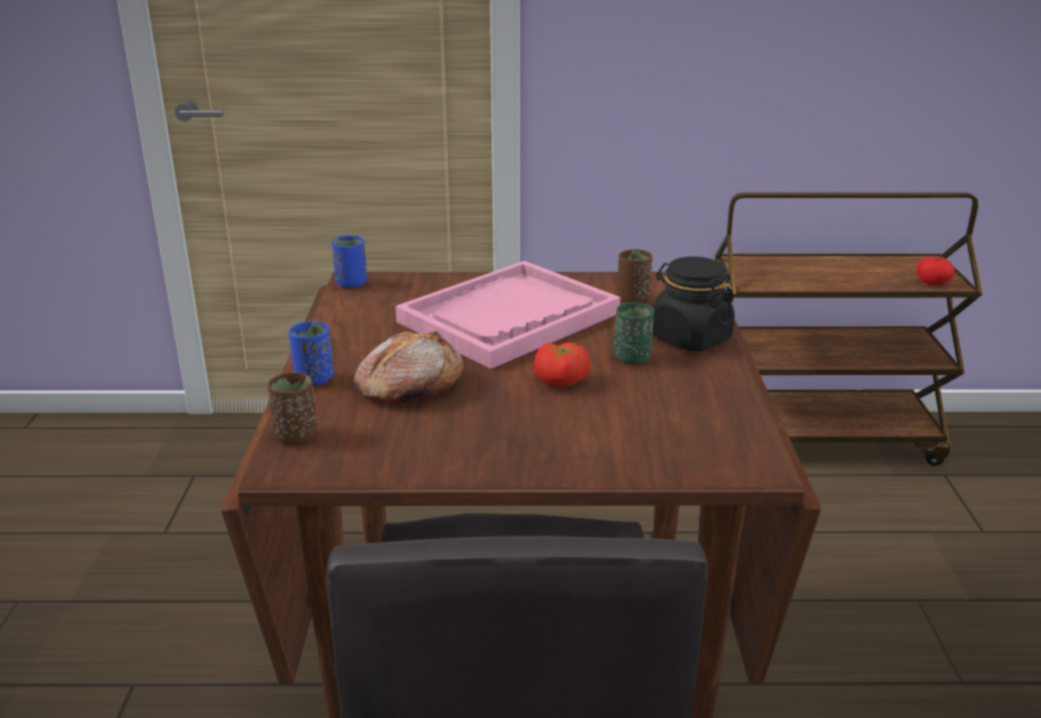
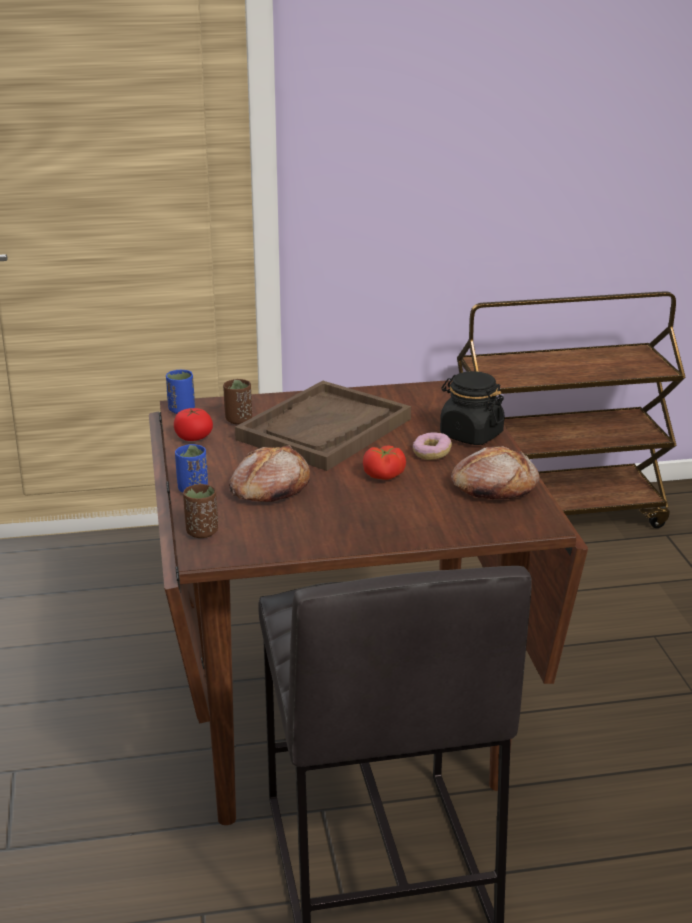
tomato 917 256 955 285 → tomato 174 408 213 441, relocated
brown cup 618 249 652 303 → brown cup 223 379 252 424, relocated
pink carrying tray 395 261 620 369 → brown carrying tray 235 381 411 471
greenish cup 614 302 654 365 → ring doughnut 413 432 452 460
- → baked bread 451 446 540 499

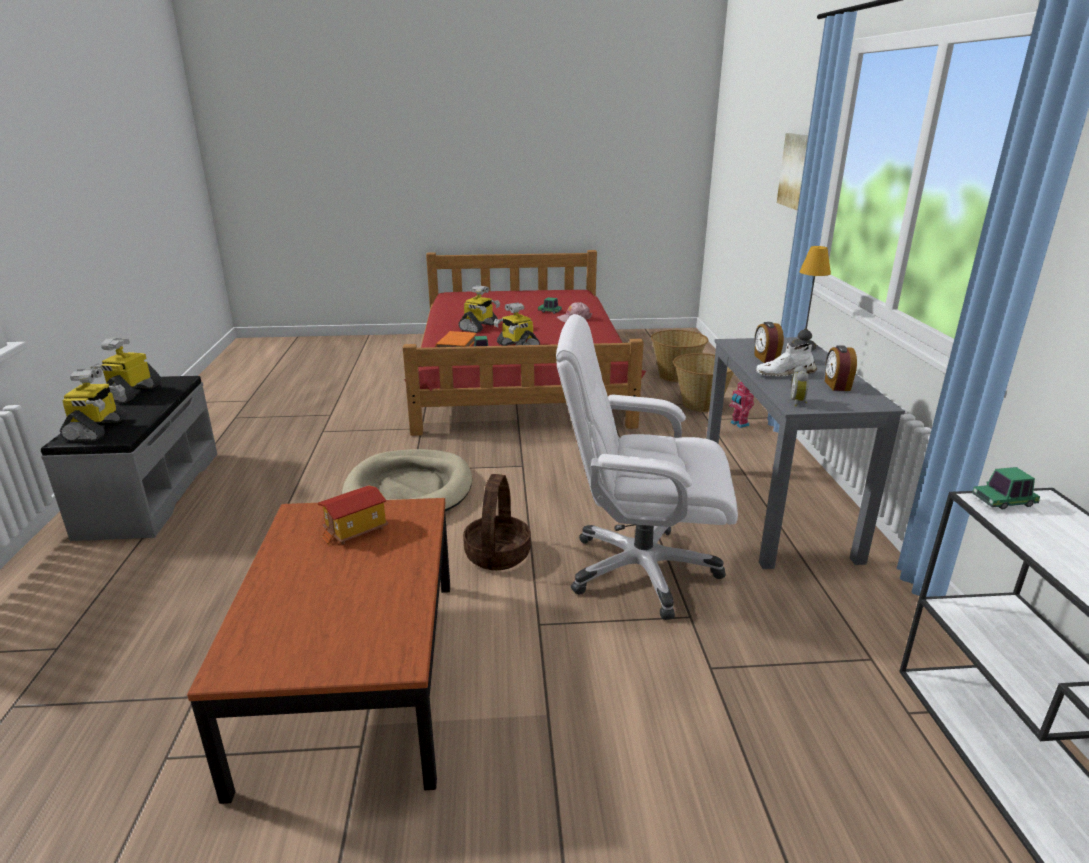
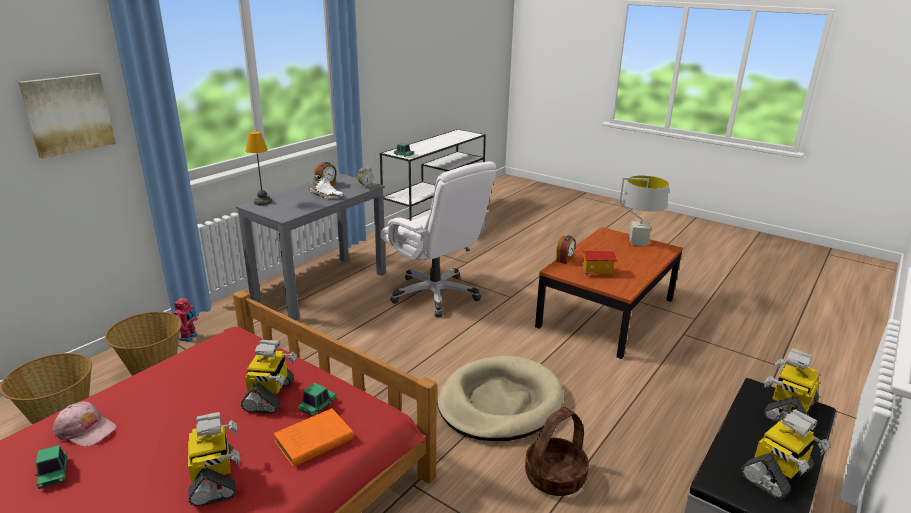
robot figure 459 285 500 333 → robot figure 188 412 240 507, 90 degrees clockwise
storage basket 463 474 531 570 → storage basket 525 407 589 496, relocated
alarm clock 754 322 784 363 → alarm clock 556 235 576 264, relocated
- → greyish tabletop lamp 619 175 669 246

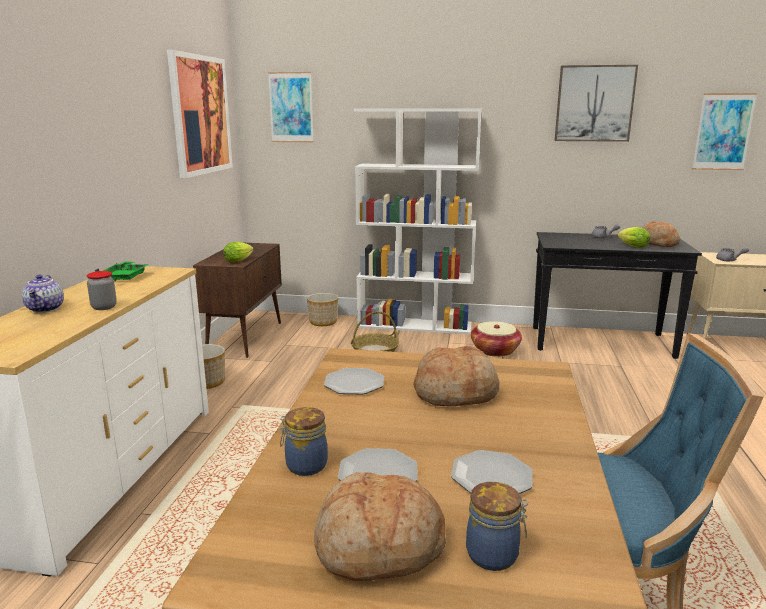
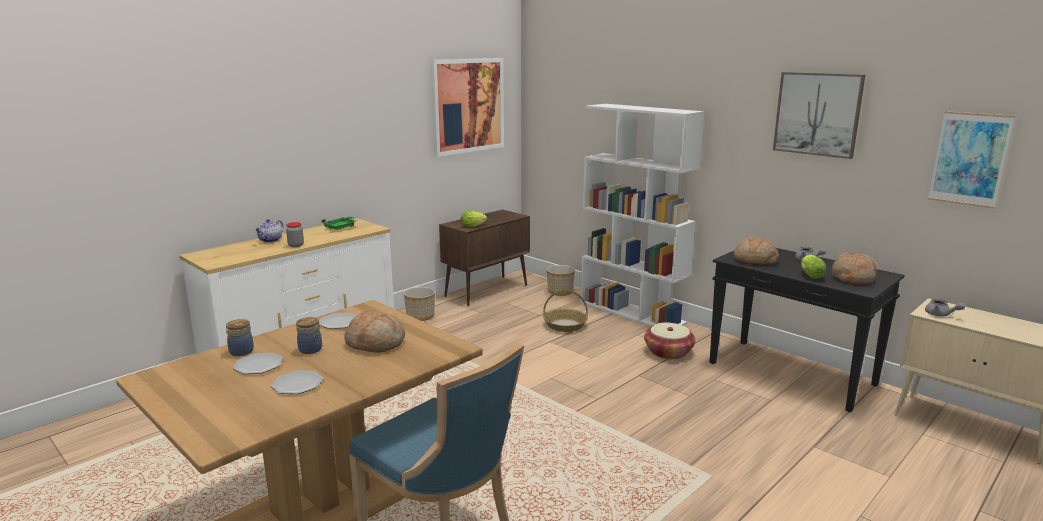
jar 466 482 528 571 → jar 296 317 322 354, relocated
baked bread 314 472 446 581 → baked bread 734 237 779 264, relocated
wall art 268 72 314 142 → -

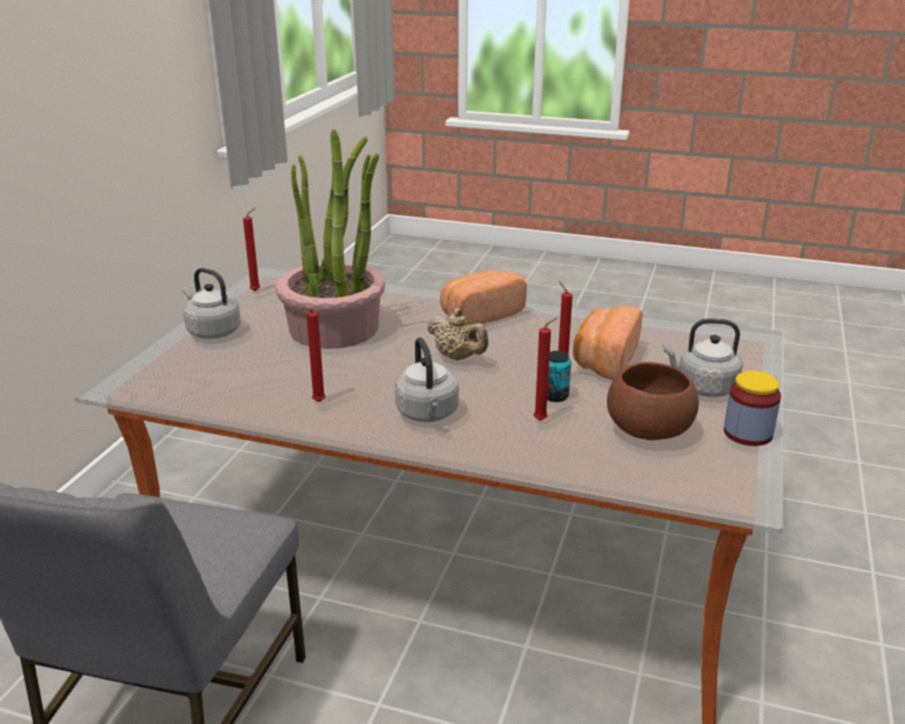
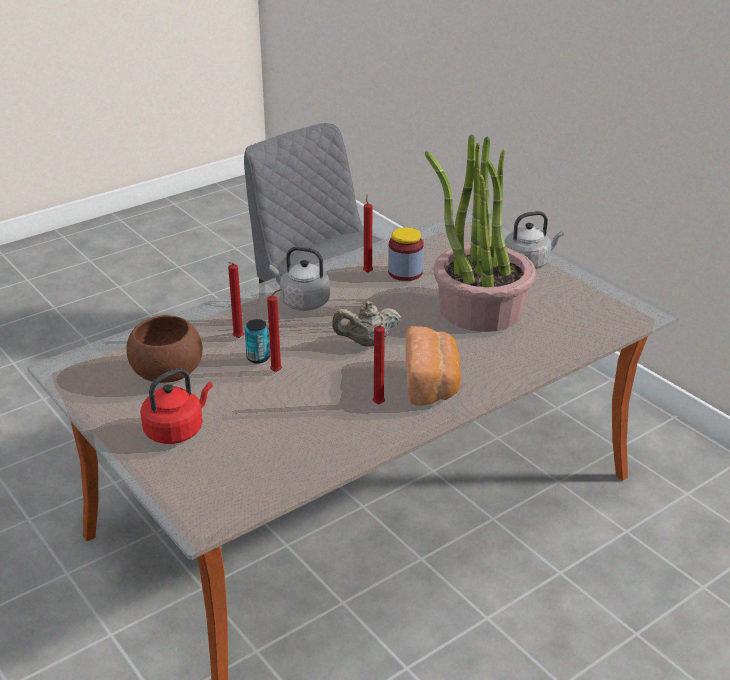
greyish water kettle 663 318 743 397 → red-coloured water kettle 140 368 213 444
red-coloured wax light 243 208 260 292 → red-coloured wax light 373 325 385 404, relocated
jar 724 371 781 446 → jar 388 227 424 281, relocated
baked bread 573 306 642 380 → -

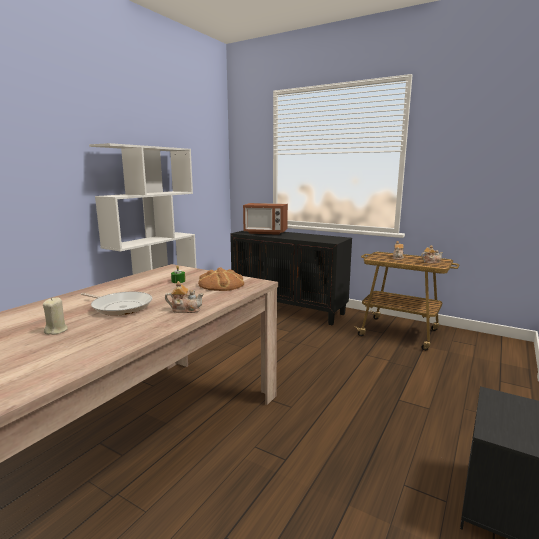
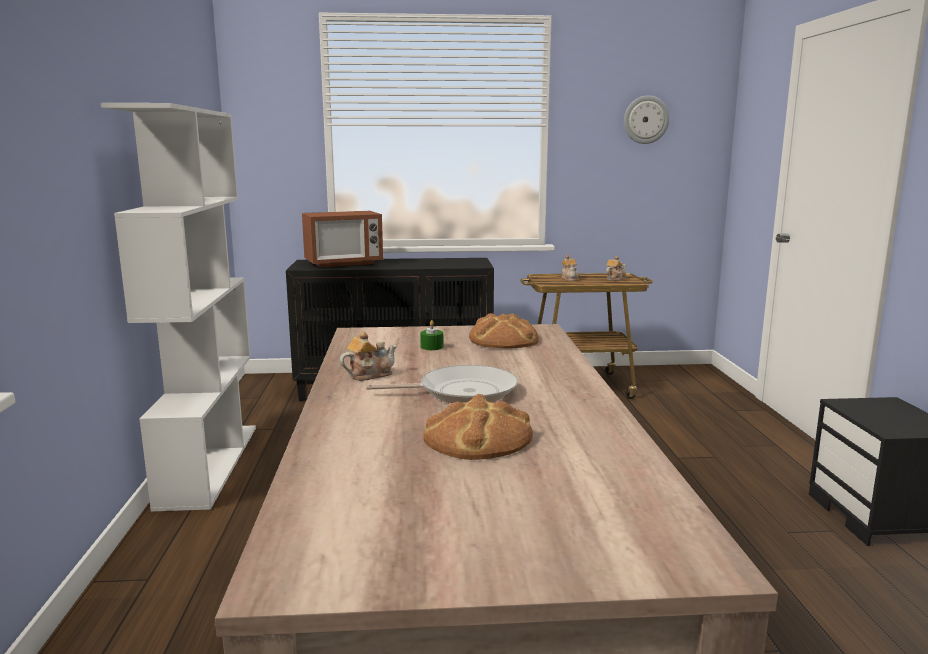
pot for tea 165 281 204 313 → pot for tea 340 331 397 381, relocated
beige-coloured wax light 43 298 68 335 → baked bread 423 394 533 460
- → hanging clock 624 95 669 144

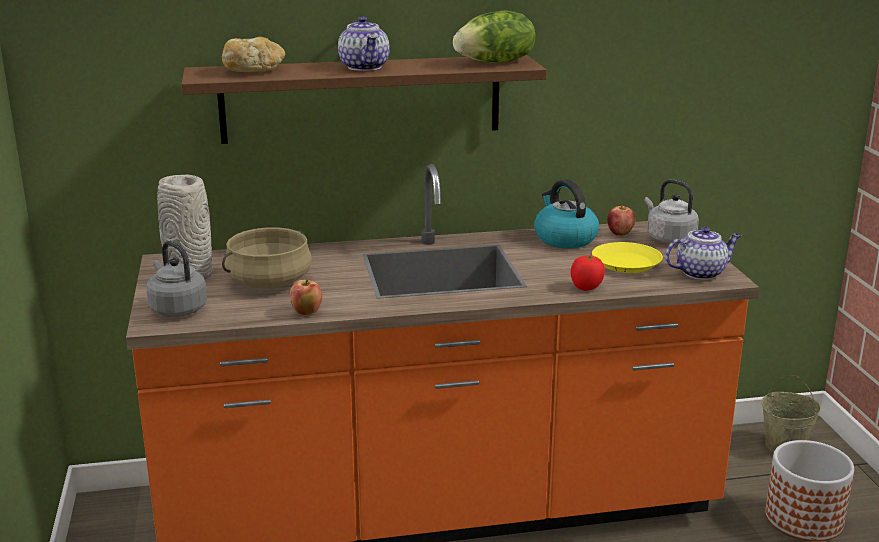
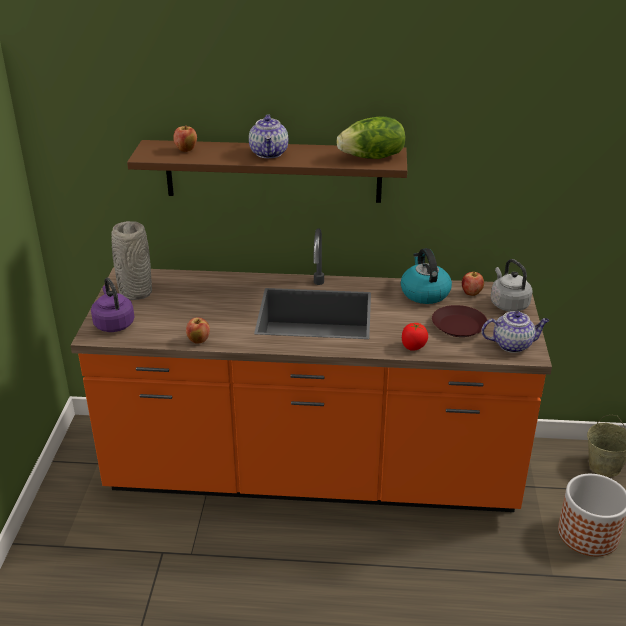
greyish water kettle 146 241 207 317 → purple-coloured water kettle 91 278 134 332
baked bread 222 37 285 72 → apple fruit 173 125 197 152
yellowish dinner plate 592 242 663 273 → brown dinner plate 432 305 487 337
beige-coloured stockpot 222 227 312 288 → -

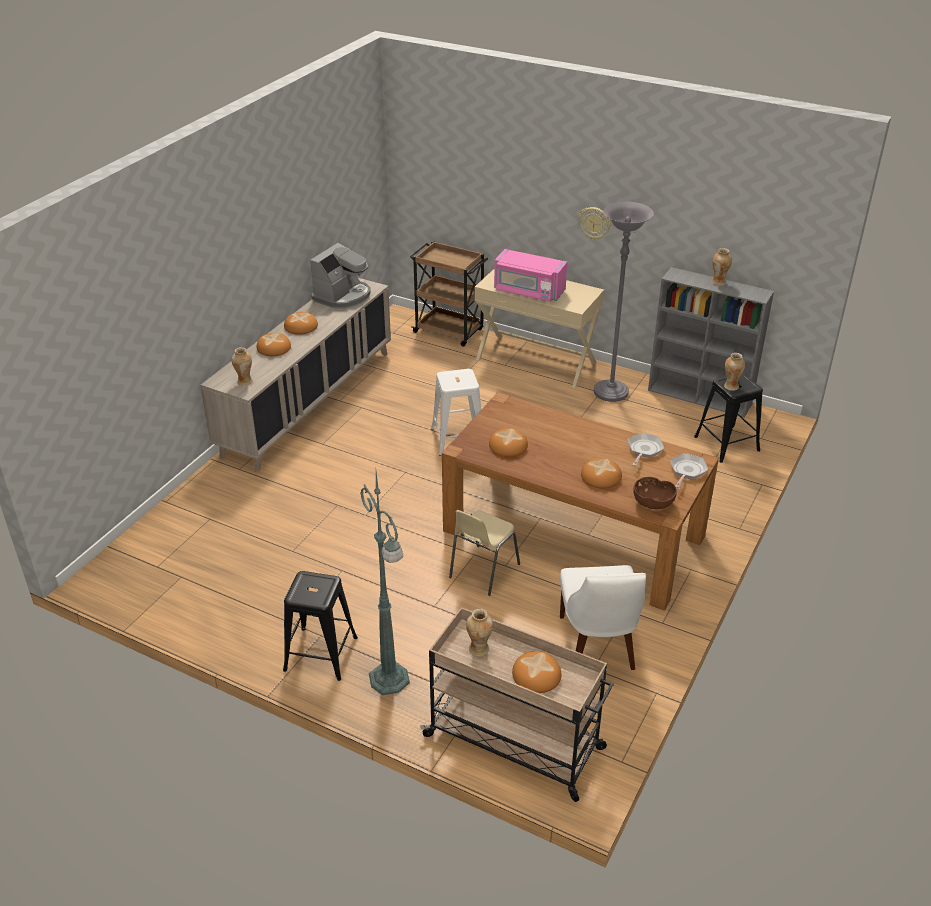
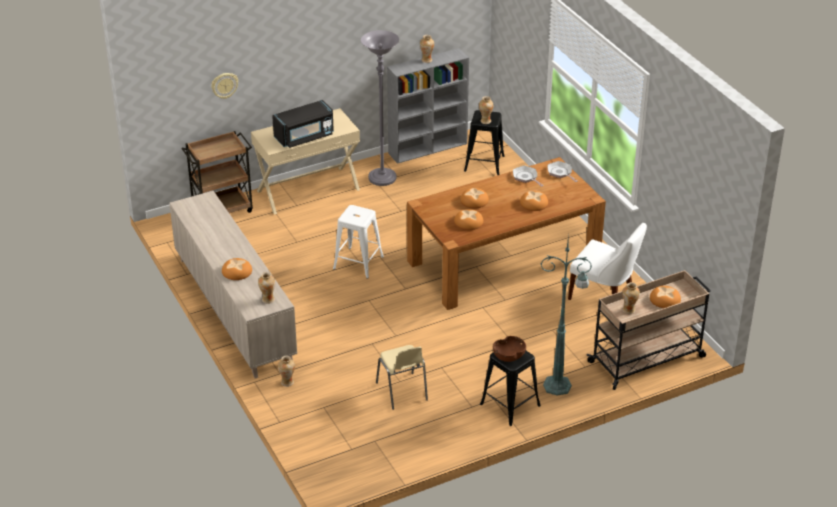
hanging clock 579 207 611 240 → hanging clock 211 73 238 99, relocated
pink kitchen microwave 494 249 567 302 → blackish kitchen microwave 272 100 334 148
- → decorative vase 278 356 295 387
beige-coloured plain chair 449 510 520 596 → beige-coloured plain chair 376 345 428 410, relocated
baked bread 284 312 318 335 → baked bread 460 188 489 209, relocated
brown bowl 633 477 677 509 → brown bowl 493 336 526 362, relocated
coffee brewer 310 243 371 309 → -

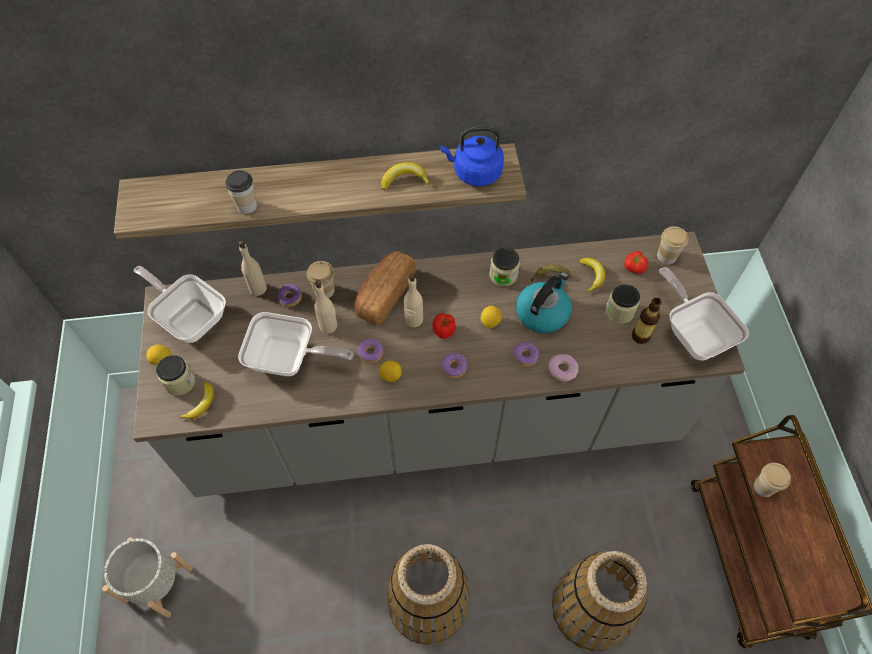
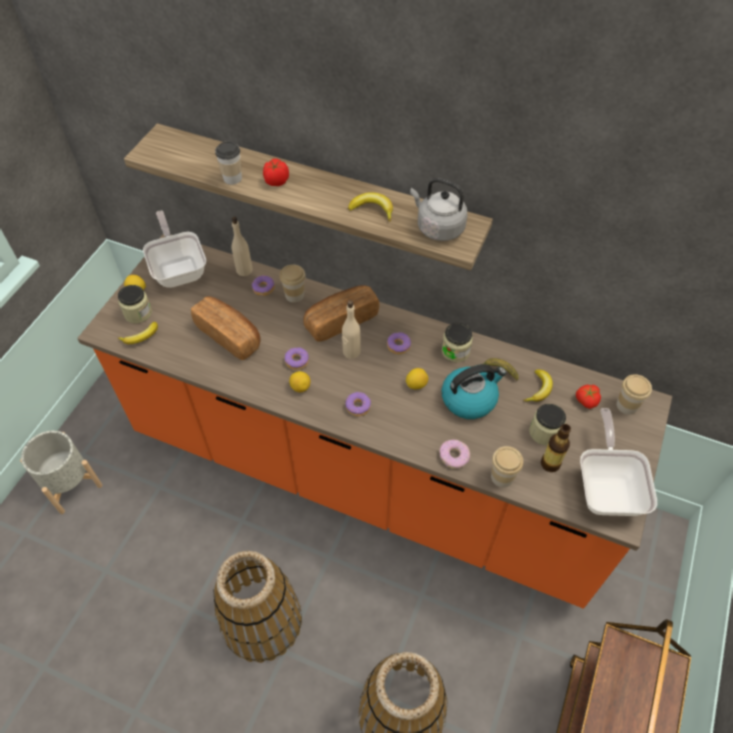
greyish counter 133 231 745 497 → orange-coloured counter 77 234 672 609
pan 238 312 354 376 → baked bread 191 296 261 360
tomato 433 313 456 339 → tomato 263 159 289 186, relocated
ring doughnut 513 342 539 367 → ring doughnut 387 332 411 354, relocated
blue water kettle 440 127 504 186 → greyish water kettle 410 178 467 241
cup 753 463 791 497 → cup 491 446 523 488, relocated
beige-coloured beverage bottle 314 280 337 334 → -

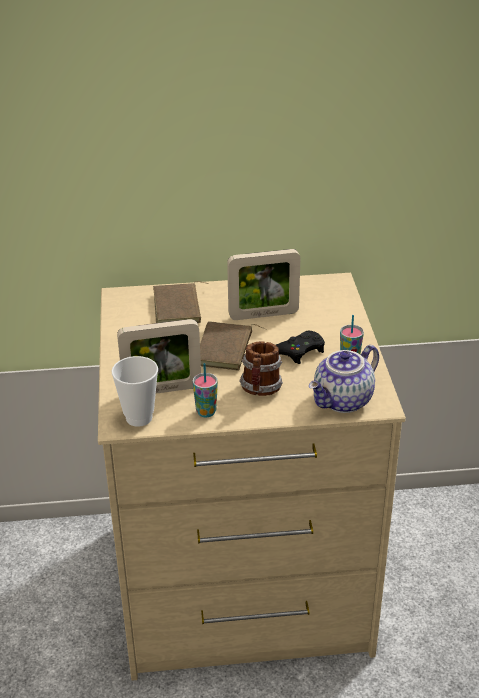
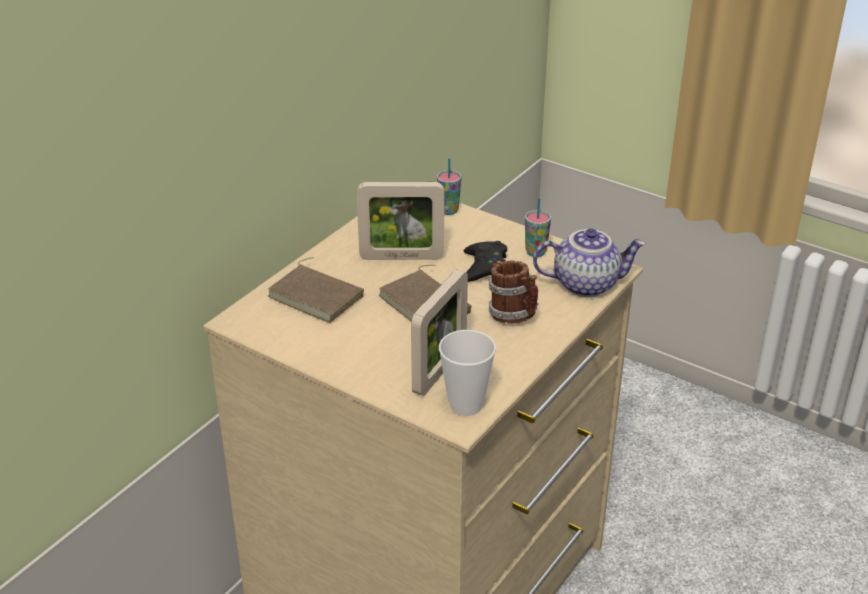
standing frame 227 249 300 320 → standing frame 357 182 444 260, 60 degrees clockwise
cup 193 363 218 418 → cup 437 158 461 215, relocated
pot for tea 309 345 379 413 → pot for tea 533 228 646 297, 90 degrees counterclockwise

